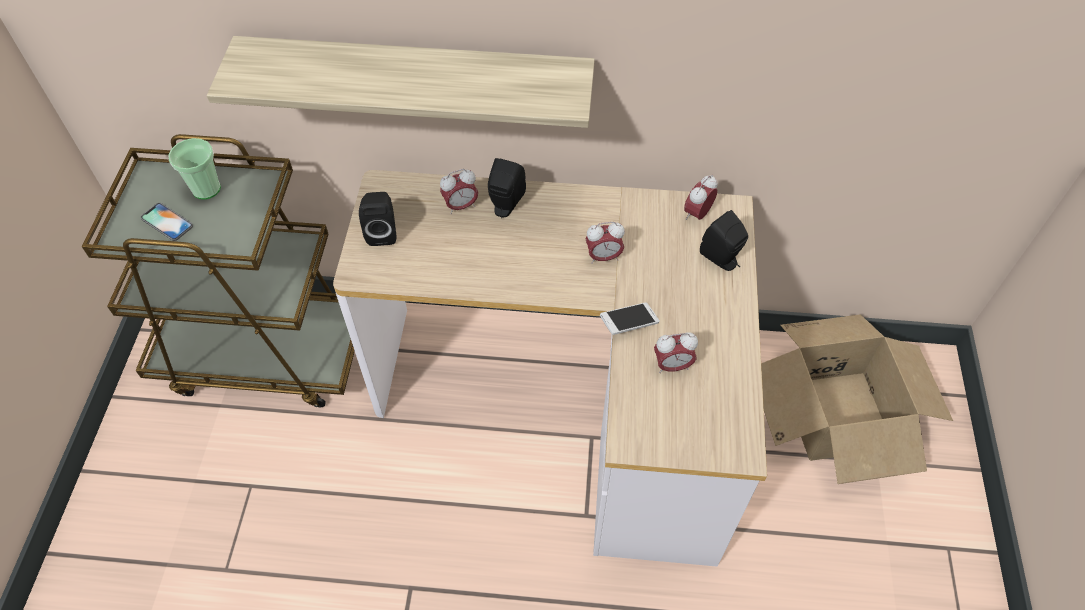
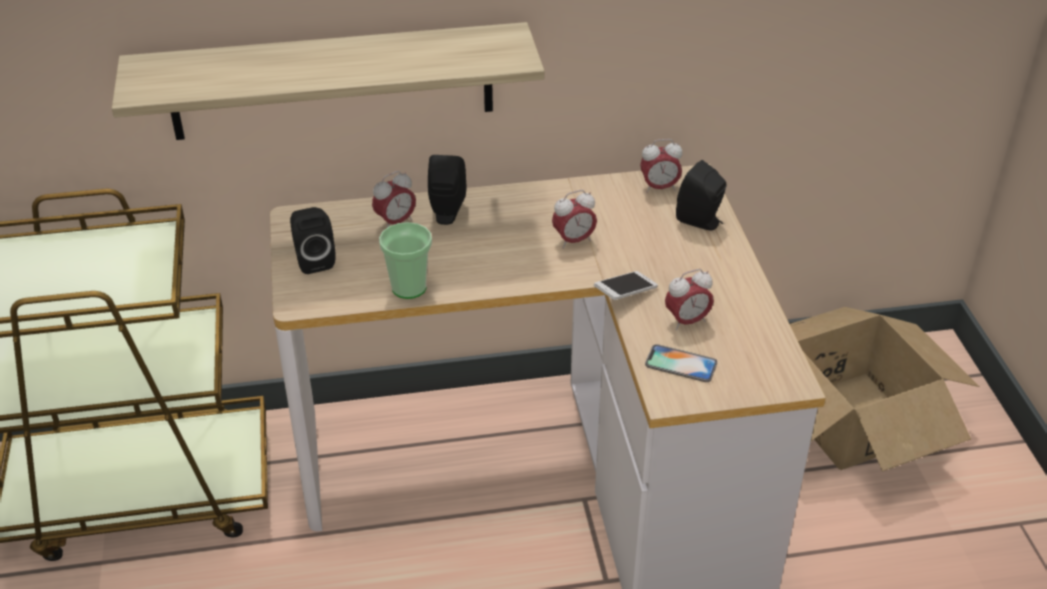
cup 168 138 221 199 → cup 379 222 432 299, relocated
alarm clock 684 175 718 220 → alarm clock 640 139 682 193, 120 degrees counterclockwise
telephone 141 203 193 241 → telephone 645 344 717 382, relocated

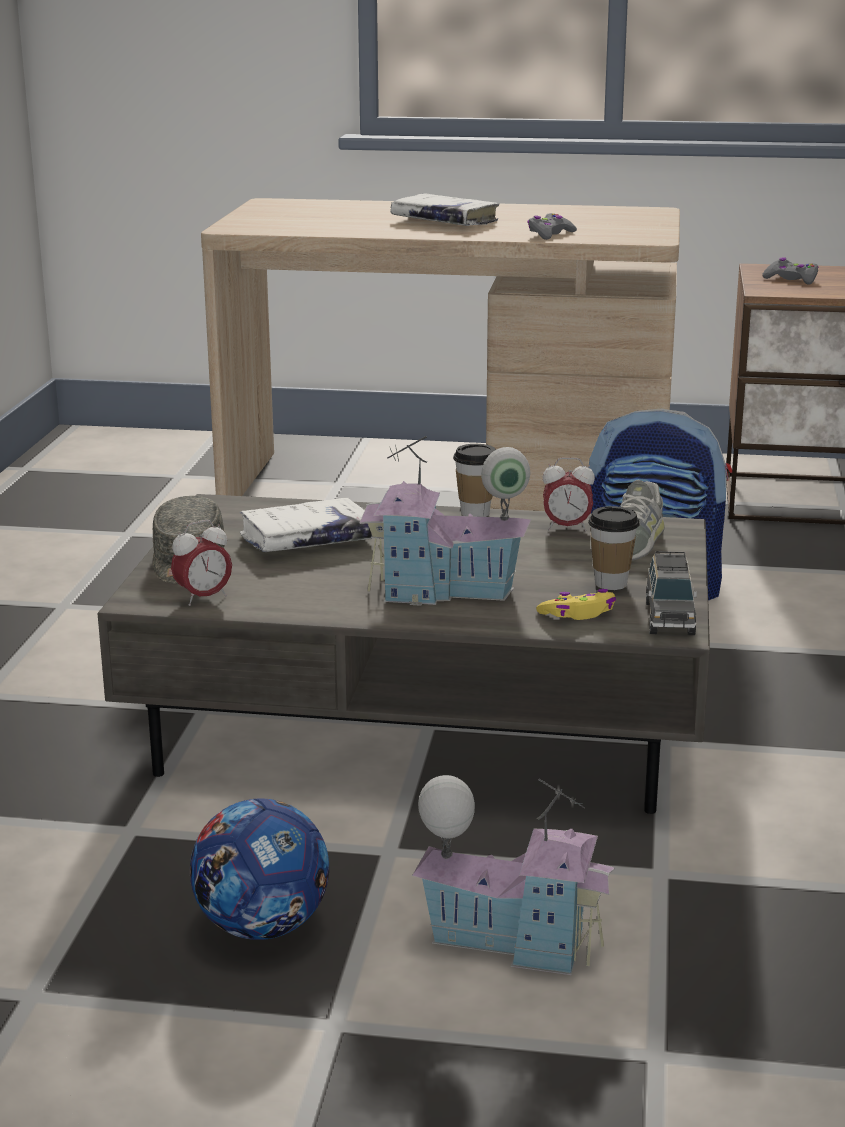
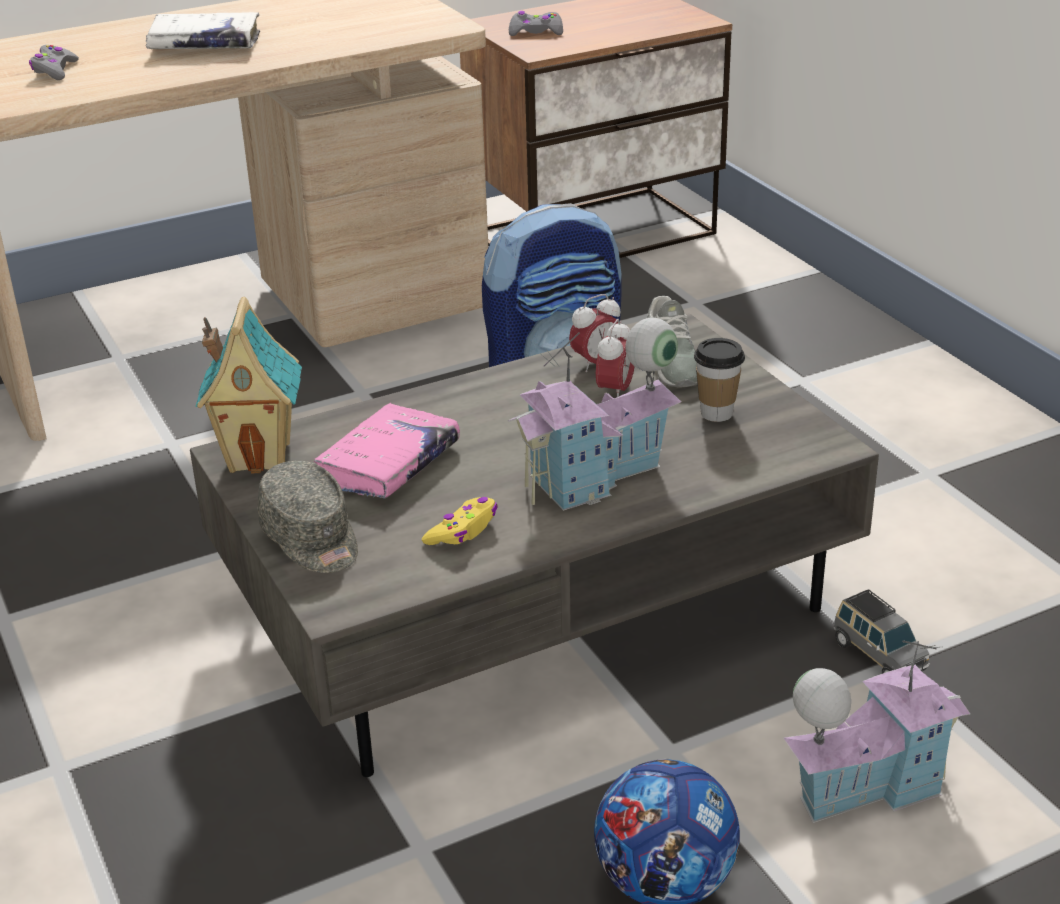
greyish joypad 527 213 577 240 → greyish joypad 29 45 79 80, relocated
- → toy house 196 297 302 473
white-coloured book 239 497 372 552 → pink book 313 403 460 499
yellowish joypad 536 589 616 620 → yellowish joypad 422 497 498 545, relocated
alarm clock 171 520 232 606 → alarm clock 596 319 635 397, relocated
greyish toy car 646 551 697 635 → greyish toy car 833 589 929 674, relocated
cup 453 444 496 517 → -

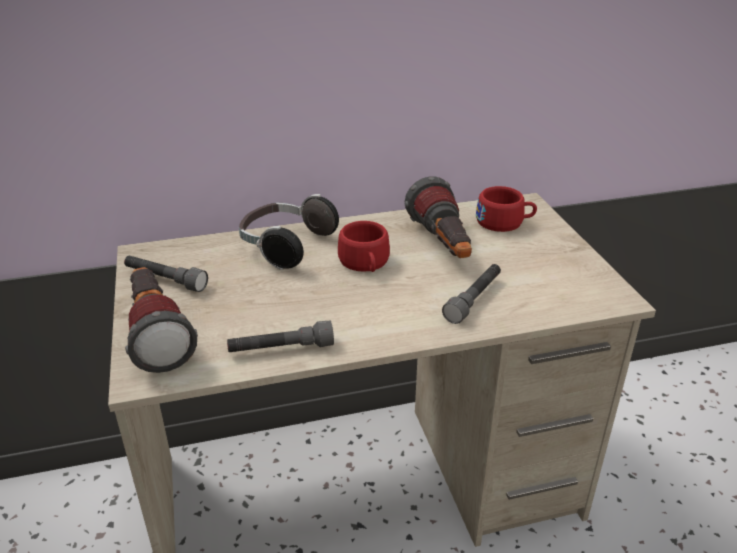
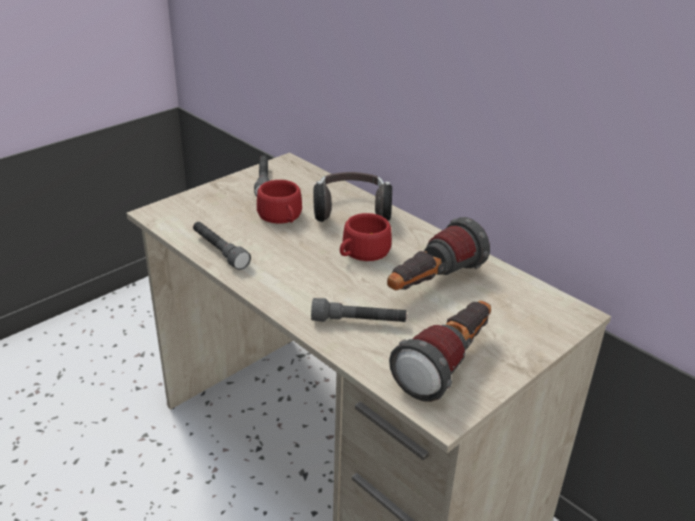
red-coloured cup 476 186 537 232 → red-coloured cup 257 180 302 223, relocated
flashlight 125 267 198 373 → flashlight 389 301 491 402, relocated

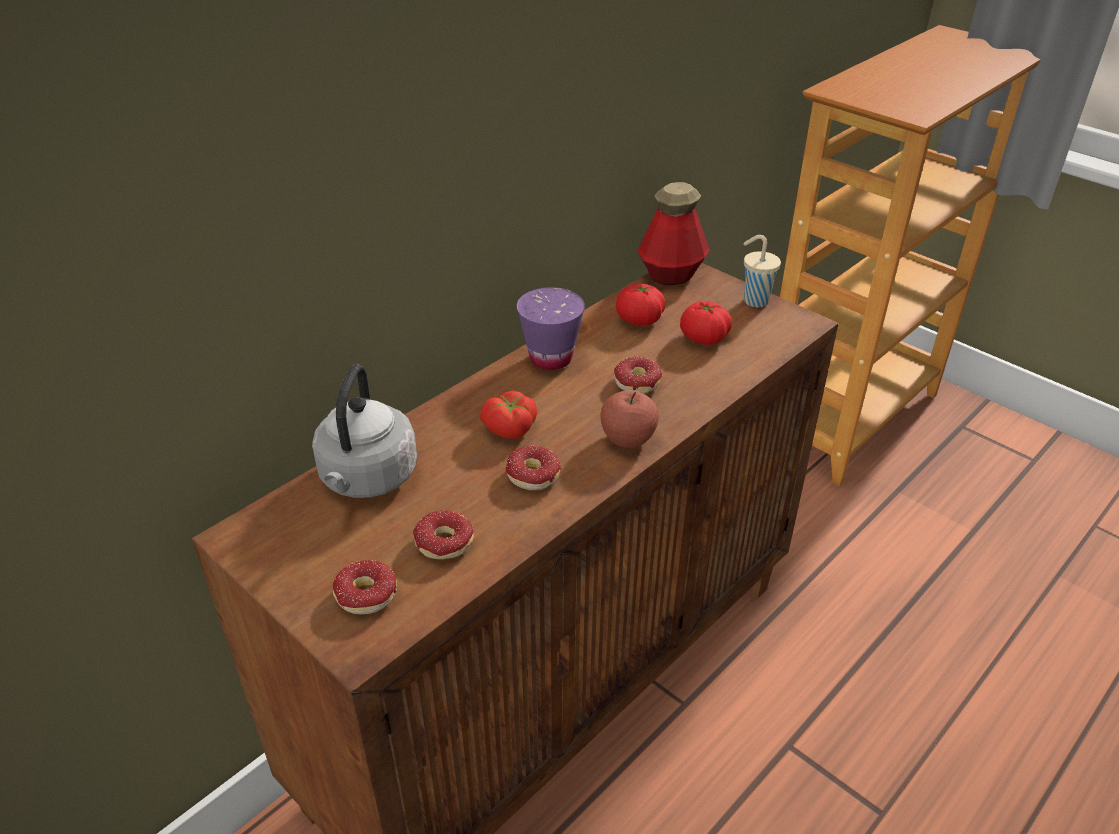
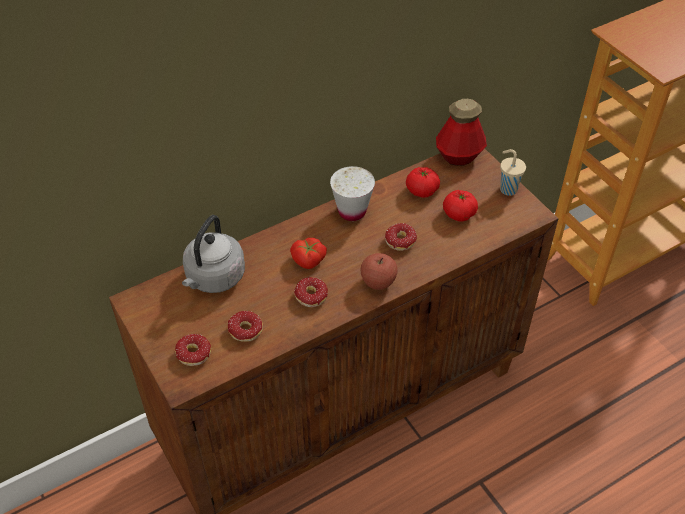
purple-coloured cup 517 287 585 370 → white-coloured cup 330 166 375 221

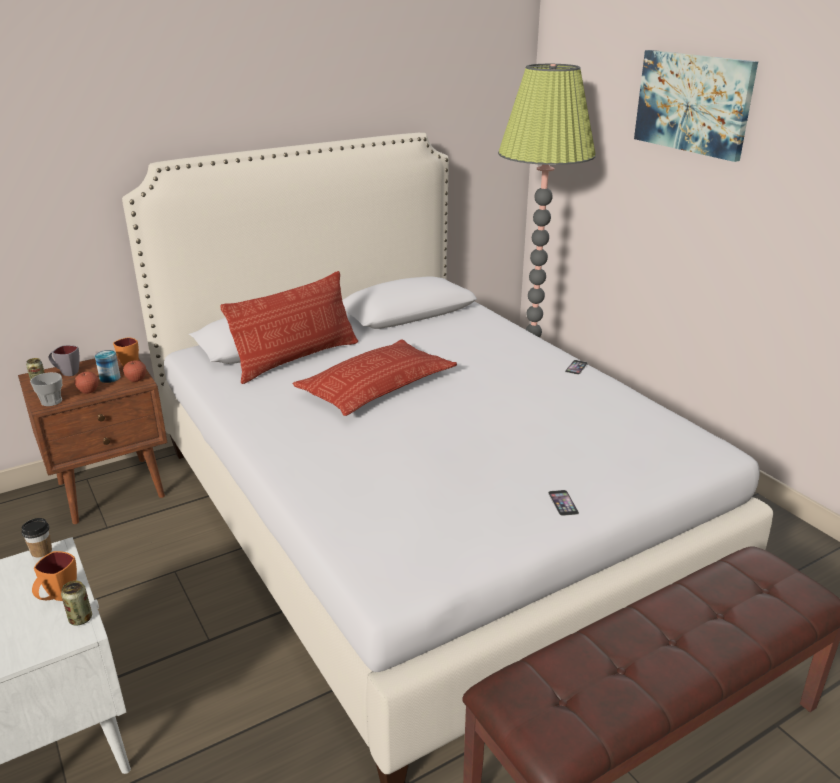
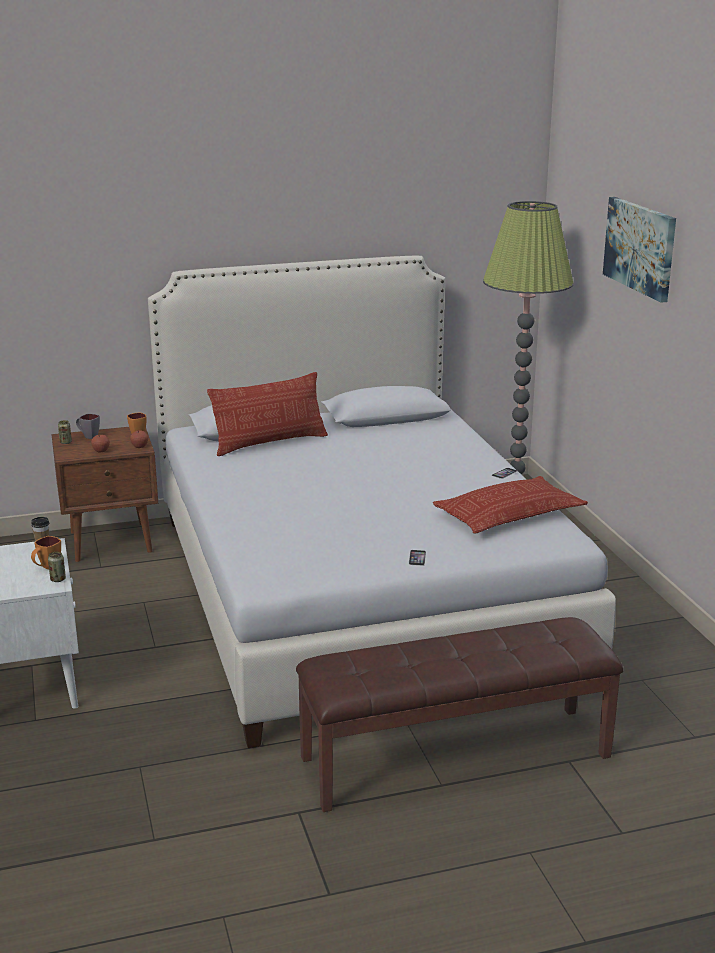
cushion 292 339 457 416 → cushion 433 476 588 534, relocated
cup 30 372 62 406 → -
can 95 350 121 383 → -

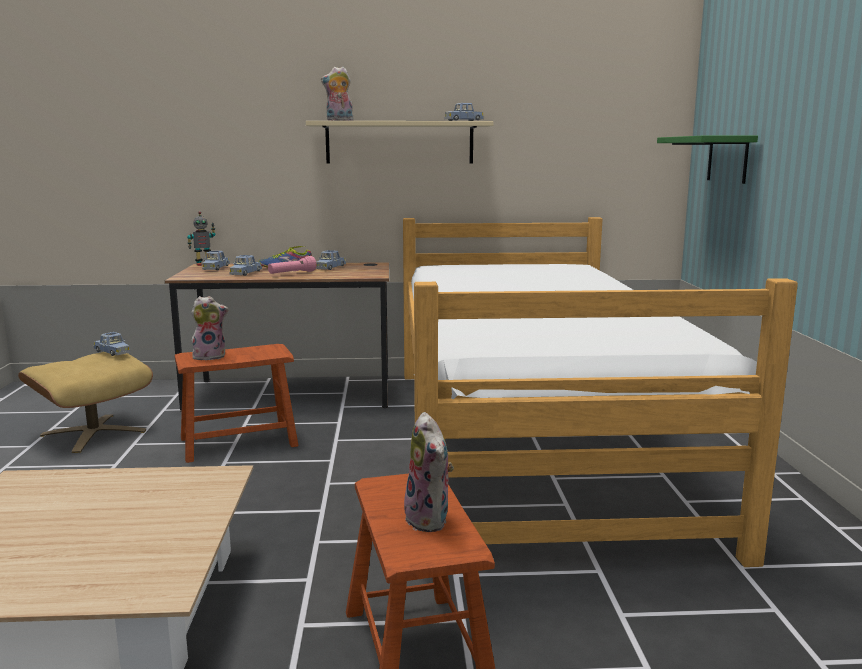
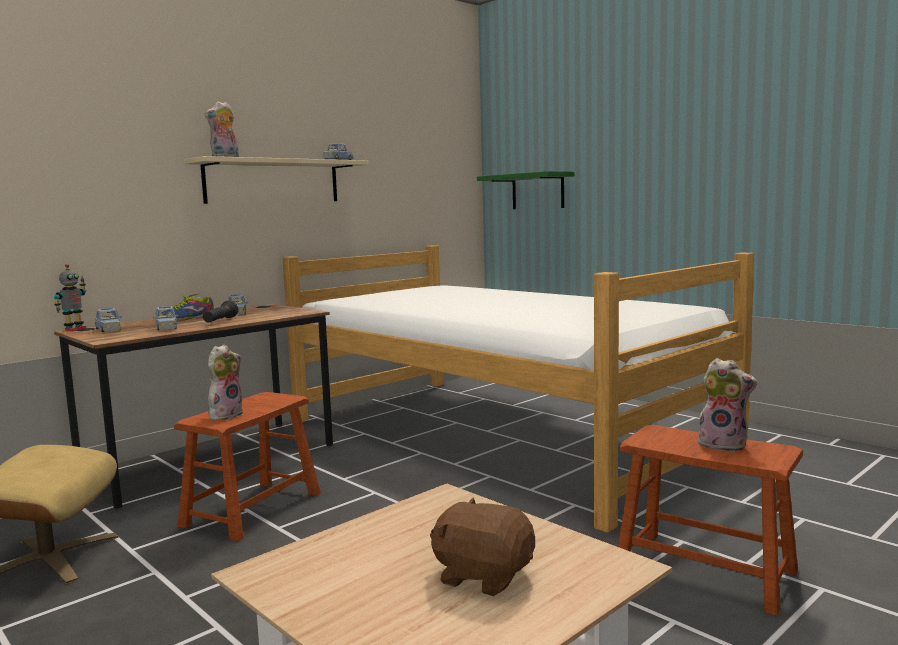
pink flashlight 268 256 317 274 → blackish flashlight 203 301 238 322
- → brown soft toy 430 497 535 596
blue toy car 93 332 130 356 → -

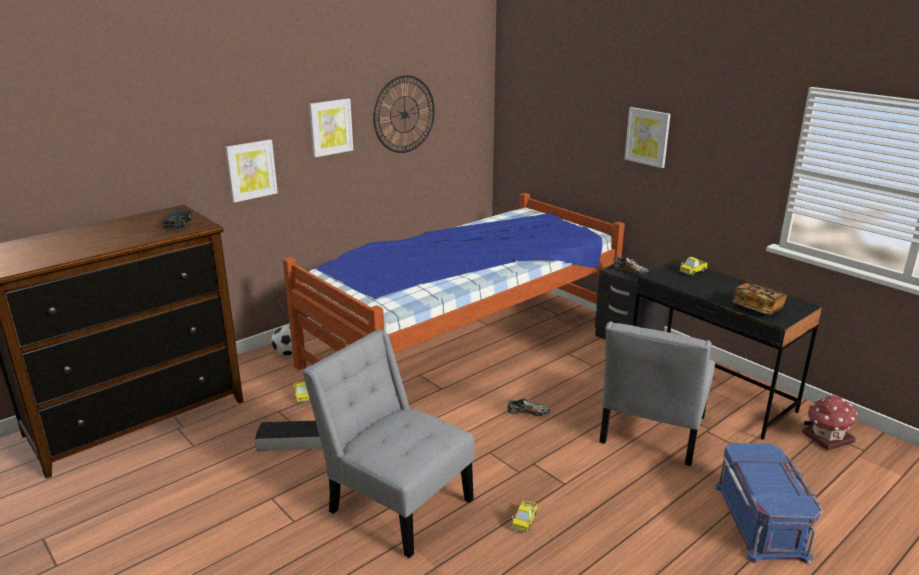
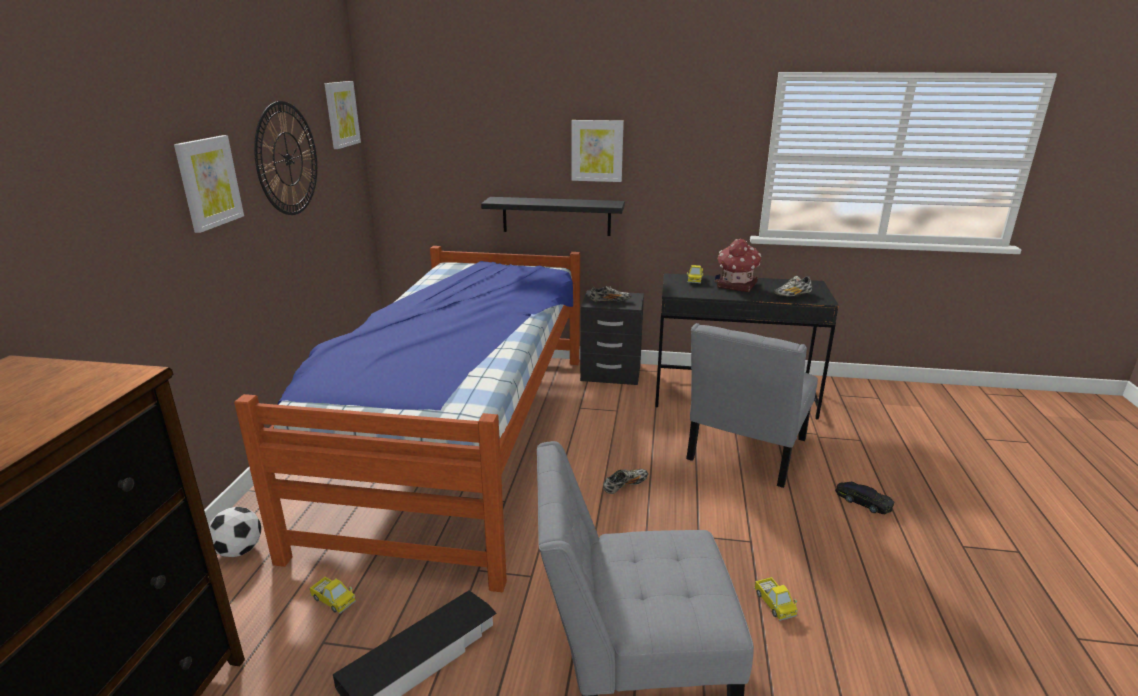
wall art 225 140 278 203 → wall art 324 81 361 149, relocated
- → blackish shelf 481 197 625 236
greyish plain chair 599 321 715 466 → greyish plain chair 686 323 818 488, 45 degrees clockwise
toy house 802 394 857 451 → toy house 715 239 761 292, relocated
book 731 283 787 315 → shoe 773 276 812 296
blackish toy car 162 210 192 229 → blackish toy car 835 482 895 514, relocated
blue storage container 714 443 823 565 → -

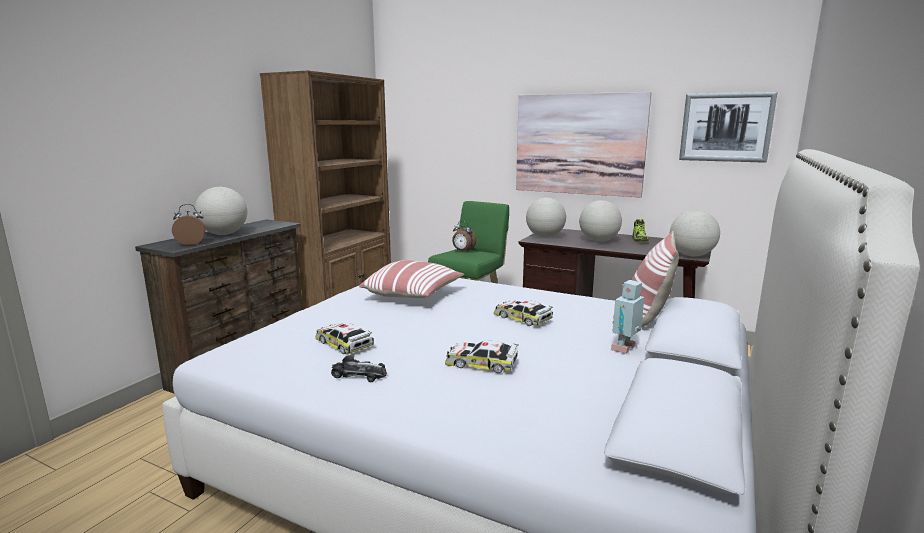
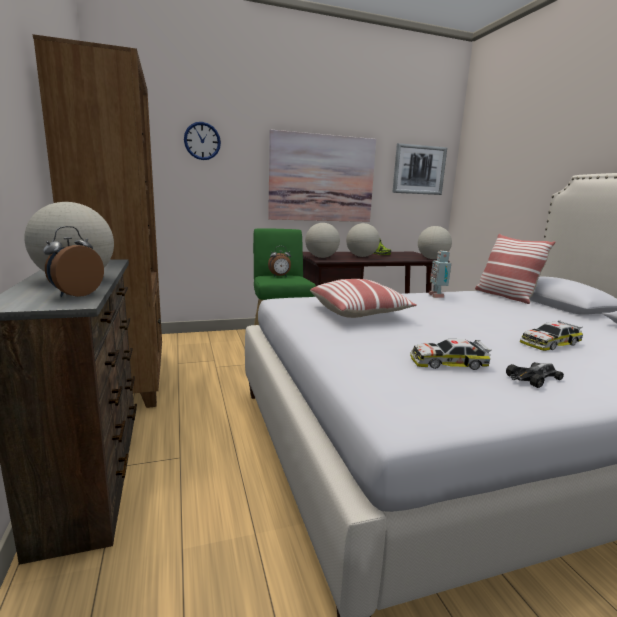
- → hanging clock 184 122 221 160
robot figure 611 280 645 354 → robot figure 429 250 451 298, relocated
toy car 494 300 553 326 → -

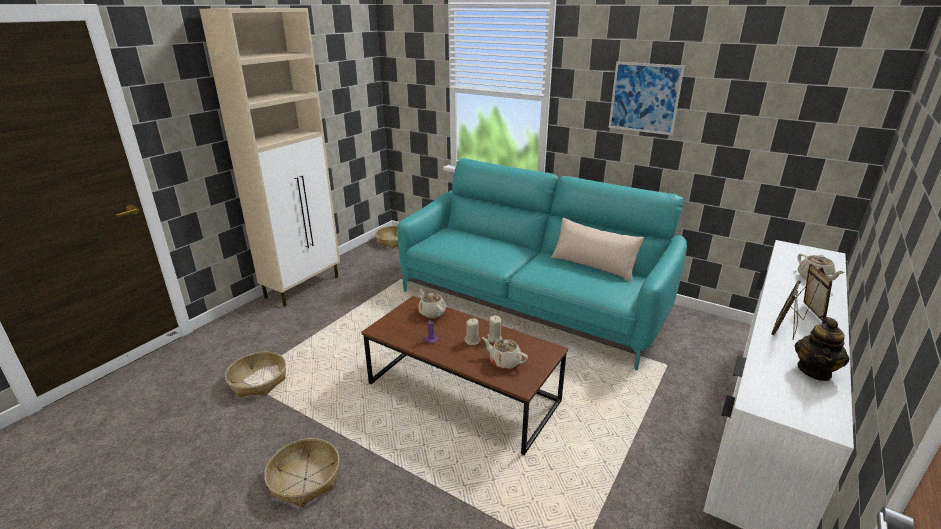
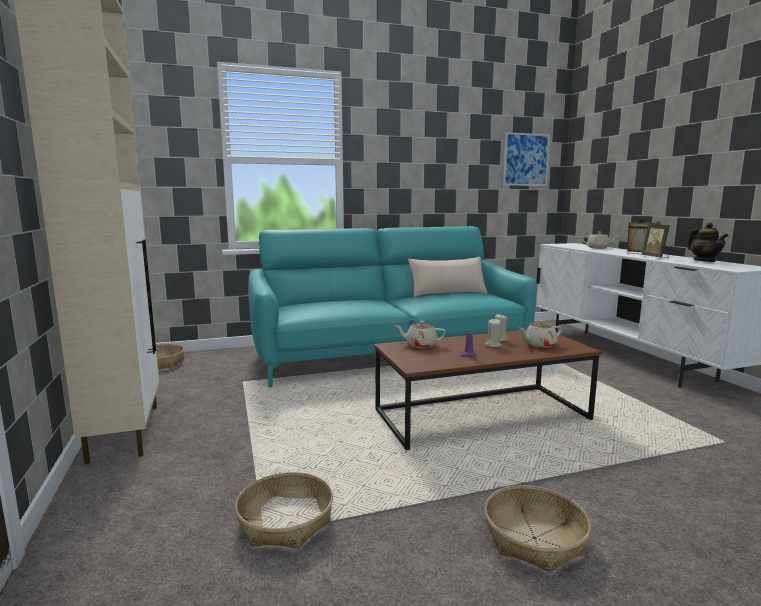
wall art 609 62 685 135 → wall art 503 132 550 186, relocated

